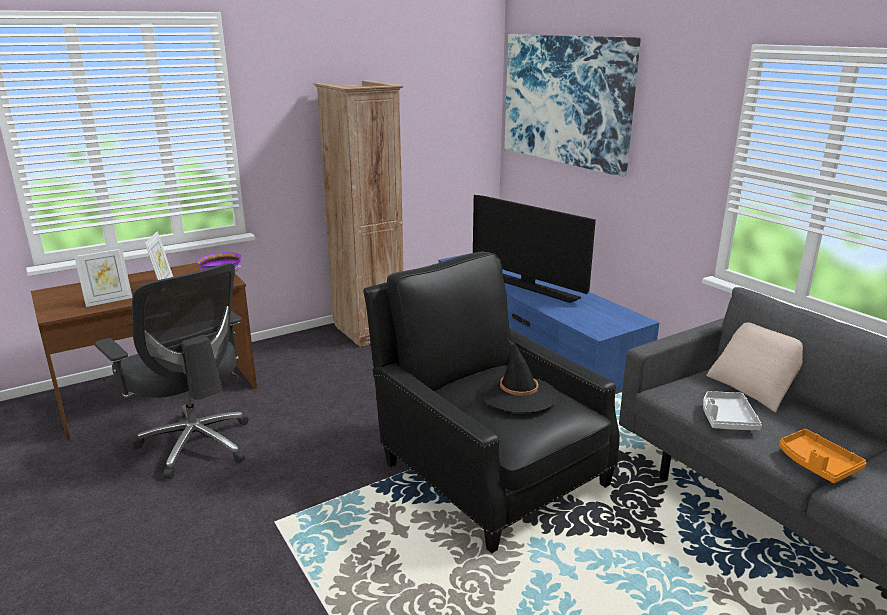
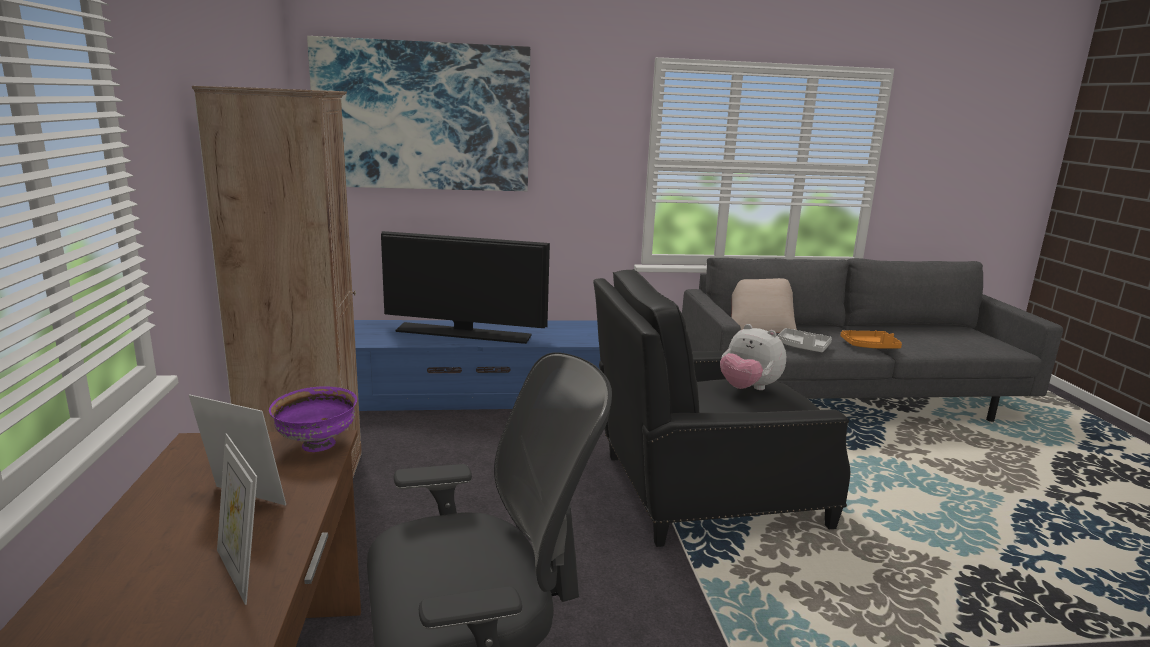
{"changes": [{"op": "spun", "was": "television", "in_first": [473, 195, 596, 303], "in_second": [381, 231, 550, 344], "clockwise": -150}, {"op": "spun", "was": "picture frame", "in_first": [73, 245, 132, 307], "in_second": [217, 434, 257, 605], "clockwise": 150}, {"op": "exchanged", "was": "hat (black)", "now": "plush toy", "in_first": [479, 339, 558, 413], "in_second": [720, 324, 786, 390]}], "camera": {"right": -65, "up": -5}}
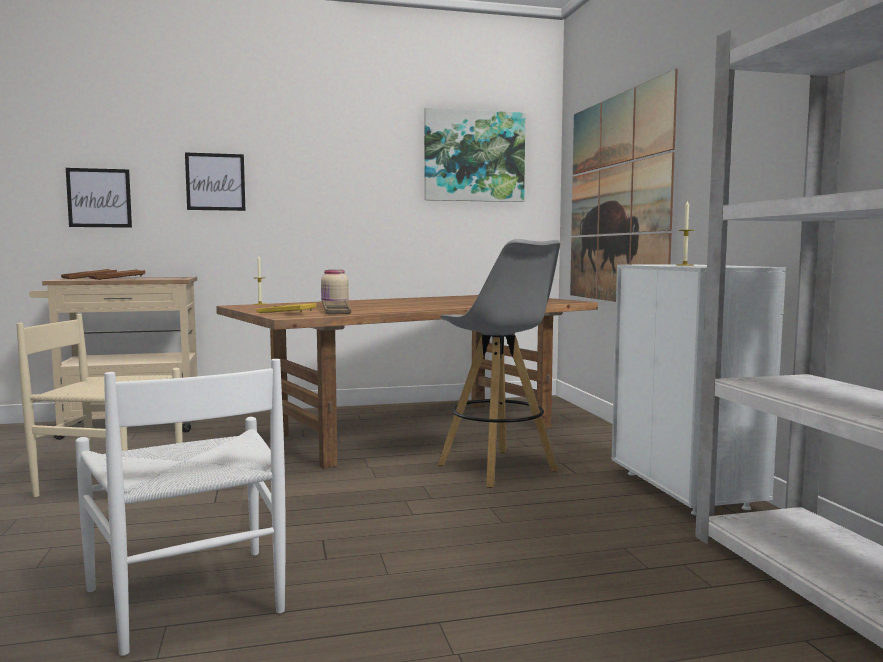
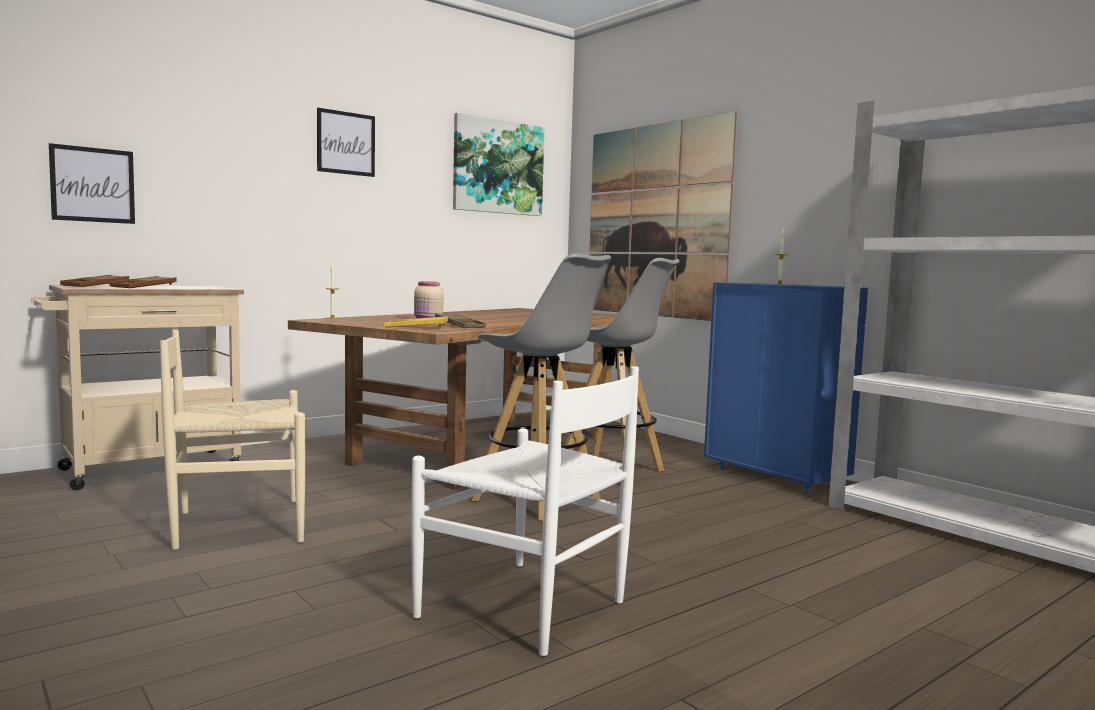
{"changes": [{"op": "relocated", "was": "picture", "in_first": [185, 152, 245, 211], "in_second": [317, 108, 375, 177]}, {"op": "colour", "was": "cabinet (white)", "now": "cabinet (blue)", "in_first": [612, 264, 786, 515], "in_second": [704, 282, 868, 492]}, {"op": "appeared", "now": "stool (grey)", "in_second": [471, 253, 611, 521]}], "camera": {"right": -25, "up": 0}}
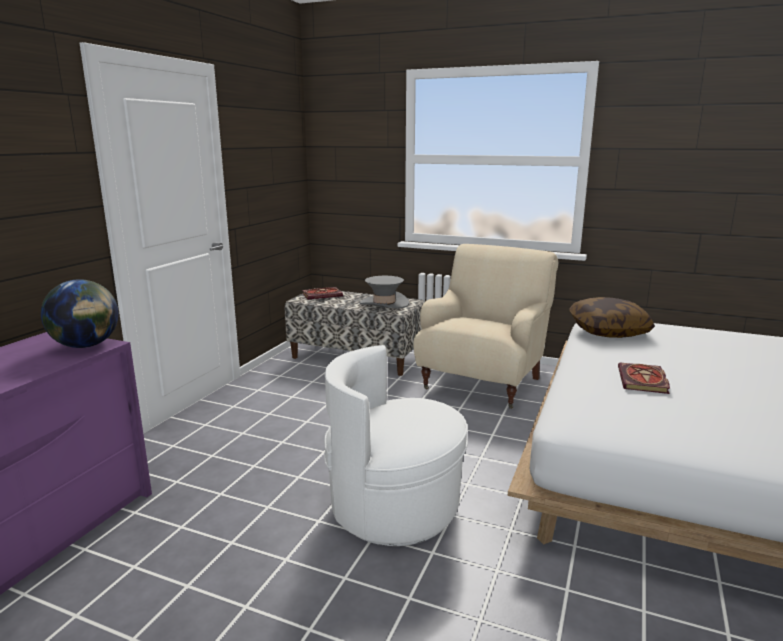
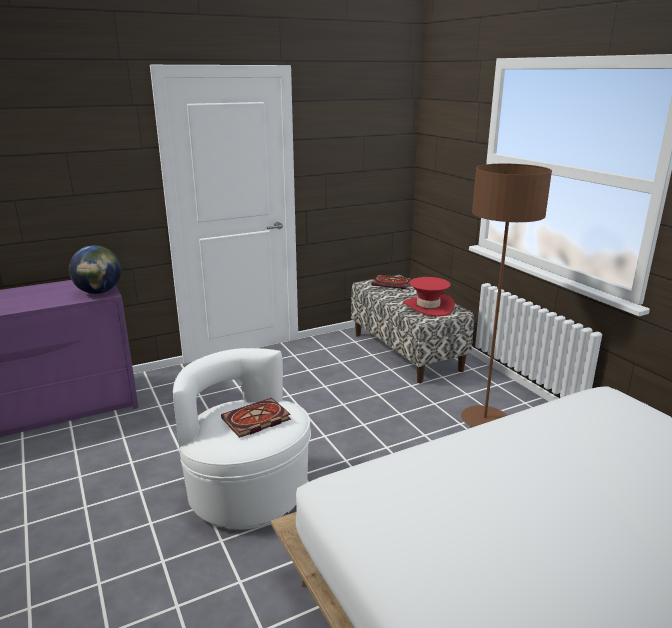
{"changes": [{"op": "exchanged", "was": "armchair (beige)", "now": "floor lamp (brown)", "in_first": [414, 244, 558, 409], "in_second": [461, 164, 552, 427]}, {"op": "colour", "was": "hat (grey)", "now": "hat (red)", "in_first": [360, 276, 409, 309], "in_second": [403, 277, 455, 317]}, {"op": "missing", "was": "pillow", "in_first": [569, 297, 655, 338]}, {"op": "relocated", "was": "book", "in_first": [618, 362, 670, 394], "in_second": [221, 398, 291, 438]}], "camera": {"right": 40, "up": 5}}
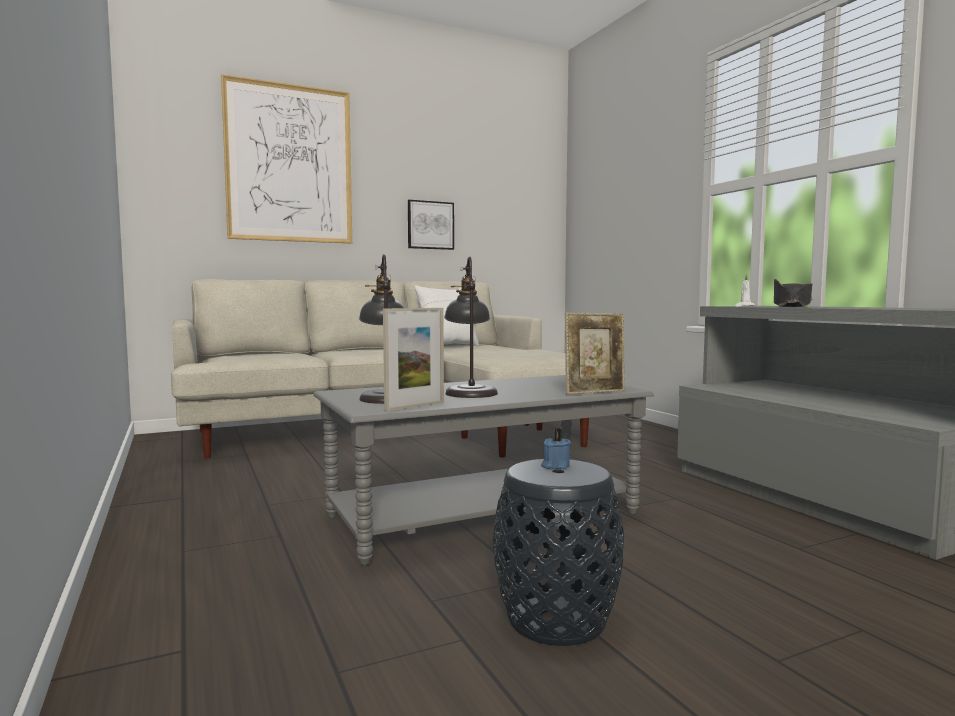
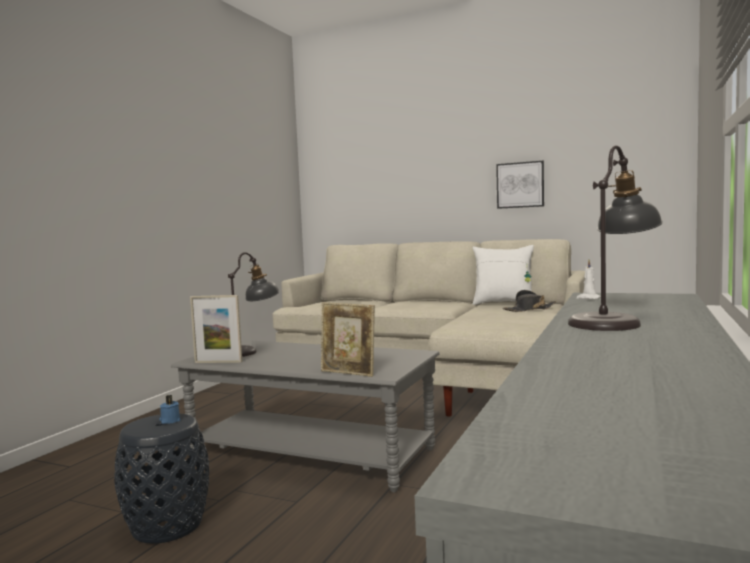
{"changes": [{"op": "missing", "was": "picture", "in_first": [221, 74, 352, 243]}, {"op": "relocated", "was": "table lamp (grey)", "in_first": [444, 256, 498, 398], "in_second": [568, 145, 663, 331]}, {"op": "relocated", "was": "hat (black)", "in_first": [774, 279, 812, 307], "in_second": [503, 290, 556, 312]}], "camera": {"right": 50, "up": 0}}
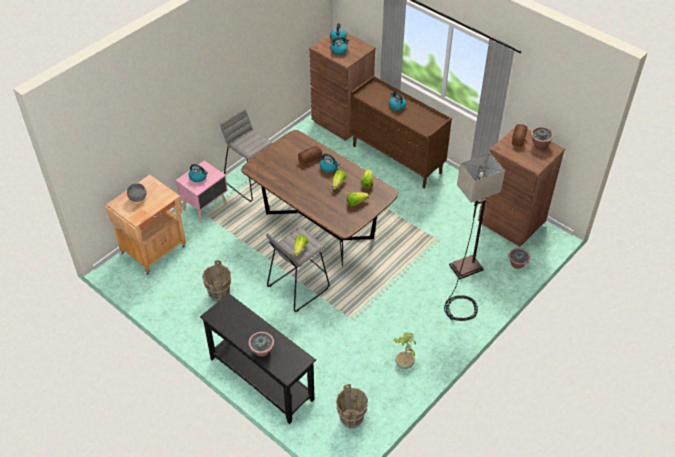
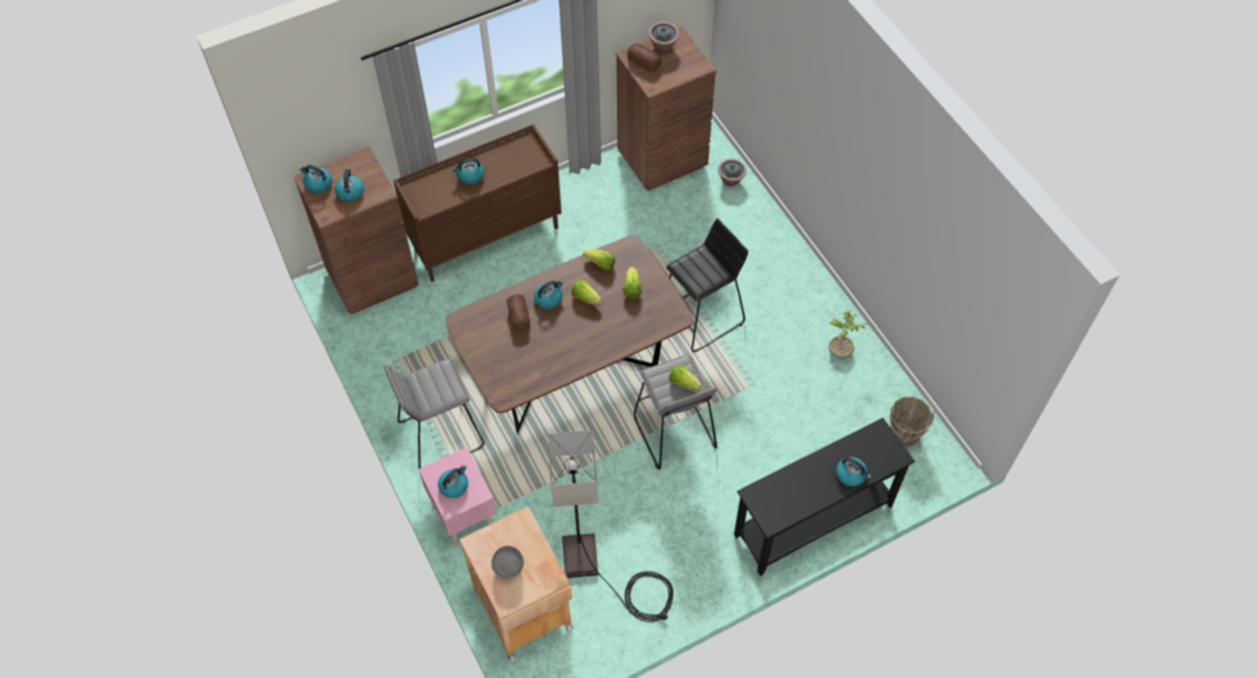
{"changes": [{"op": "relocated", "was": "floor lamp", "in_first": [444, 153, 505, 321], "in_second": [548, 430, 673, 622]}, {"op": "missing", "was": "bucket (brown)", "in_first": [202, 260, 231, 302]}, {"op": "exchanged", "was": "potted plant", "now": "kettle", "in_first": [248, 332, 274, 357], "in_second": [836, 457, 871, 486]}, {"op": "appeared", "now": "stool (black)", "in_second": [666, 218, 748, 352]}], "camera": {"right": -70, "up": 10}}
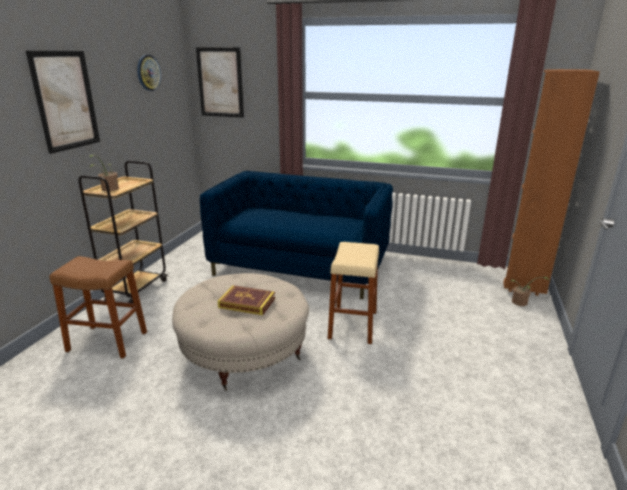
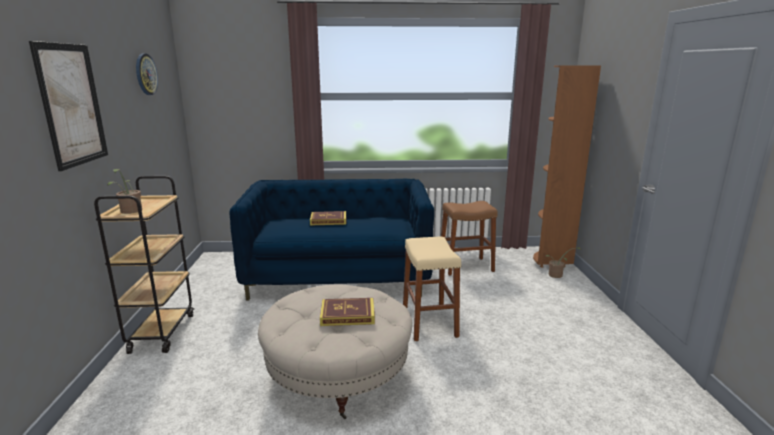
{"changes": [{"op": "missing", "was": "picture", "in_first": [196, 47, 244, 118]}, {"op": "relocated", "was": "stool (brown)", "in_first": [50, 256, 147, 359], "in_second": [441, 201, 498, 276]}, {"op": "appeared", "now": "book", "in_second": [310, 211, 346, 226]}], "camera": {"right": -20, "up": -5}}
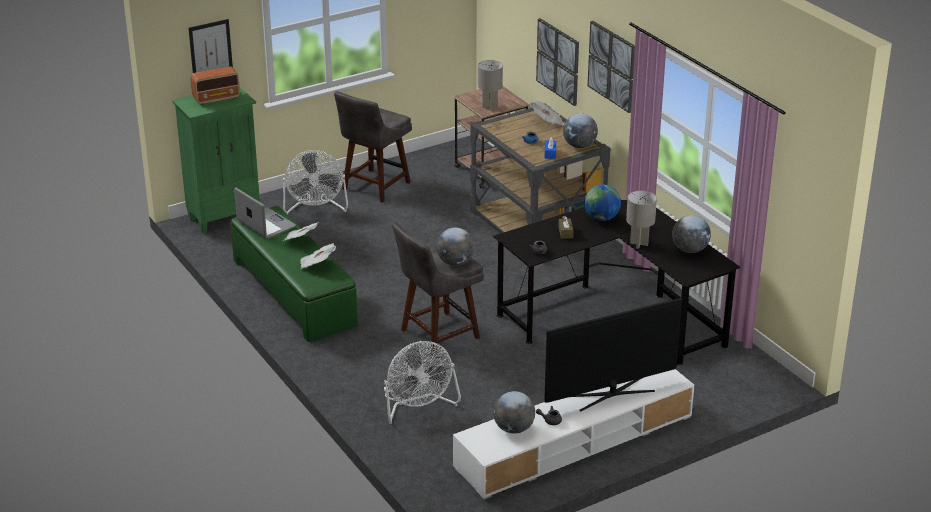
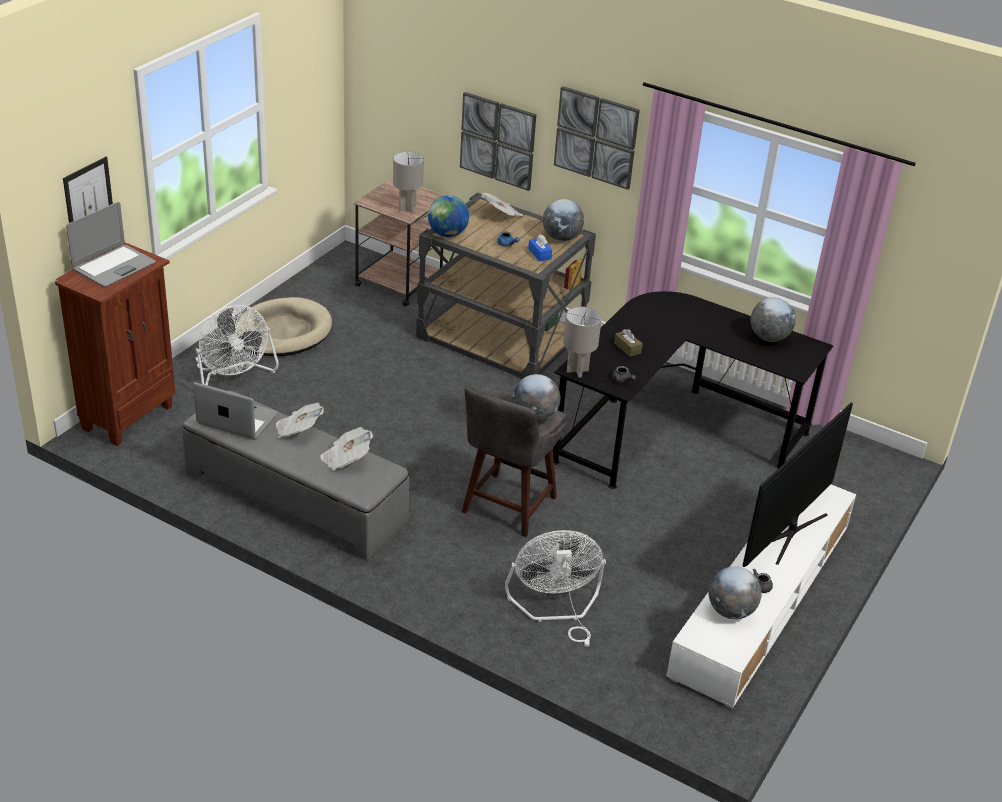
{"changes": [{"op": "exchanged", "was": "radio", "now": "laptop", "in_first": [190, 66, 240, 105], "in_second": [66, 202, 156, 287]}, {"op": "colour", "was": "cabinet (green)", "now": "cabinet (brown)", "in_first": [172, 87, 260, 234], "in_second": [55, 242, 176, 446]}, {"op": "exchanged", "was": "stool (grey)", "now": "dog bed (beige)", "in_first": [334, 91, 412, 203], "in_second": [236, 297, 332, 356]}, {"op": "relocated", "was": "globe", "in_first": [584, 184, 621, 221], "in_second": [428, 195, 469, 237]}, {"op": "relocated", "was": "table lamp (grey)", "in_first": [626, 190, 657, 249], "in_second": [563, 307, 602, 377]}, {"op": "colour", "was": "bench (green)", "now": "bench (grey)", "in_first": [231, 206, 358, 342], "in_second": [182, 390, 409, 561]}, {"op": "spun", "was": "fan (white)", "in_first": [384, 341, 461, 424], "in_second": [505, 530, 606, 647], "clockwise": -135}], "camera": {"right": -30, "up": 5}}
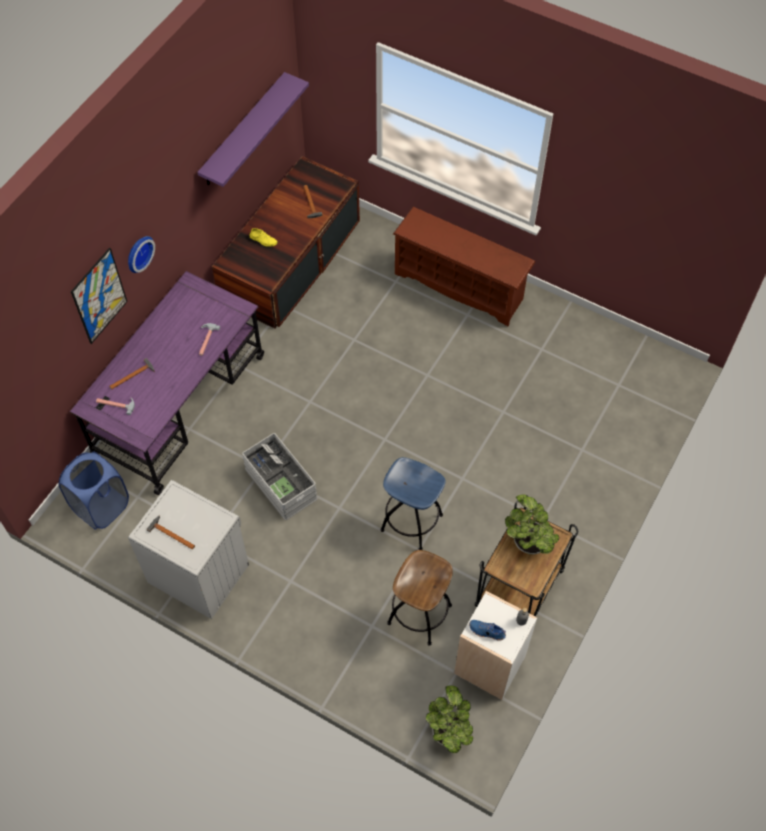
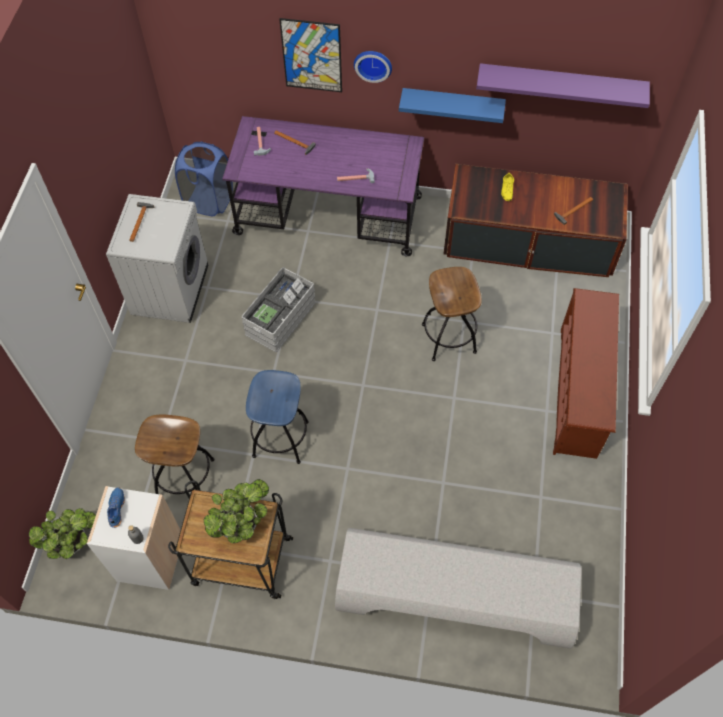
{"changes": [{"op": "appeared", "now": "shelf (blue)", "in_second": [399, 88, 506, 123]}, {"op": "appeared", "now": "stool (brown)", "in_second": [422, 267, 482, 361]}, {"op": "appeared", "now": "bench (grey)", "in_second": [335, 528, 582, 649]}], "camera": {"right": 70, "up": 0}}
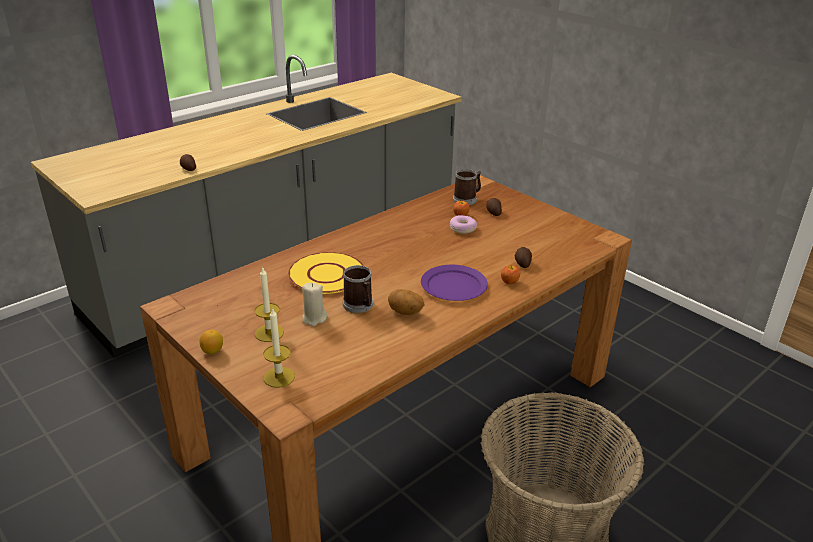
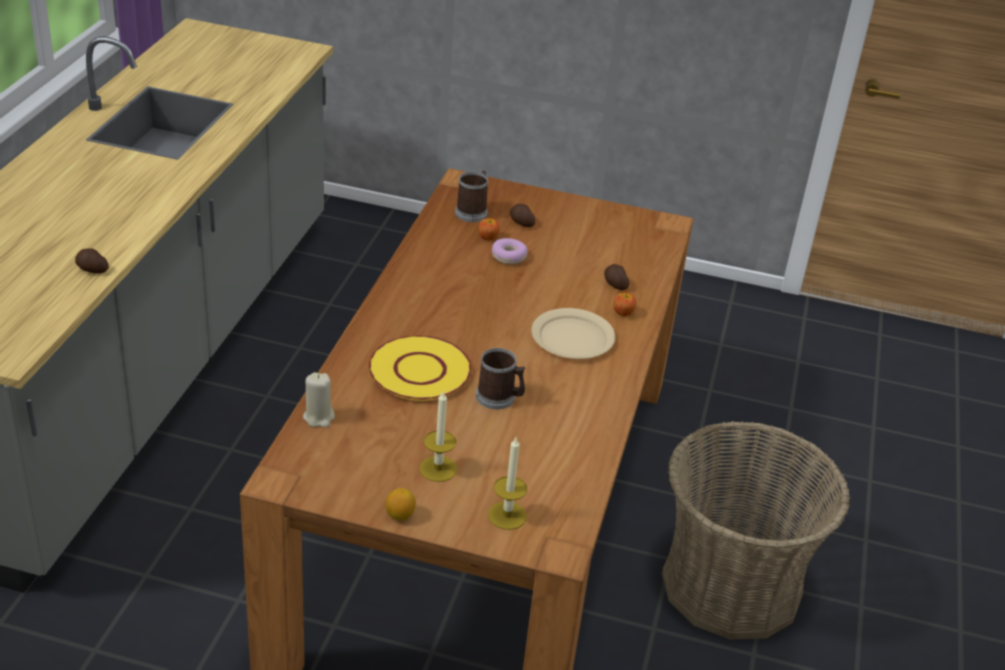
{"changes": [{"op": "colour", "was": "plate (purple)", "now": "plate (beige)", "in_first": [421, 265, 488, 301], "in_second": [531, 308, 616, 359]}, {"op": "relocated", "was": "candle (beige)", "in_first": [302, 282, 327, 327], "in_second": [303, 372, 335, 427]}, {"op": "missing", "was": "potato", "in_first": [388, 289, 425, 315]}], "camera": {"right": -35, "up": 5}}
